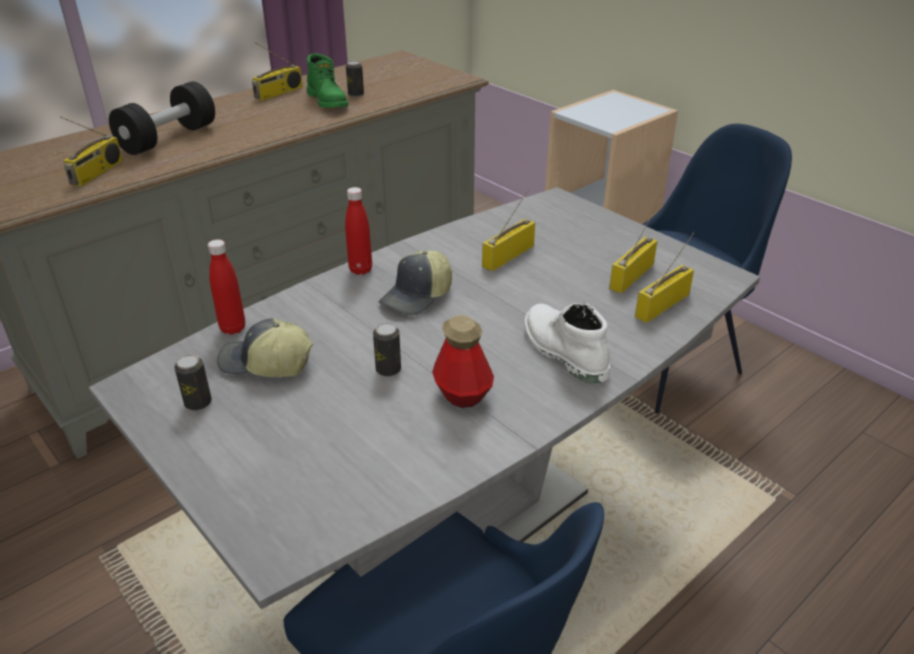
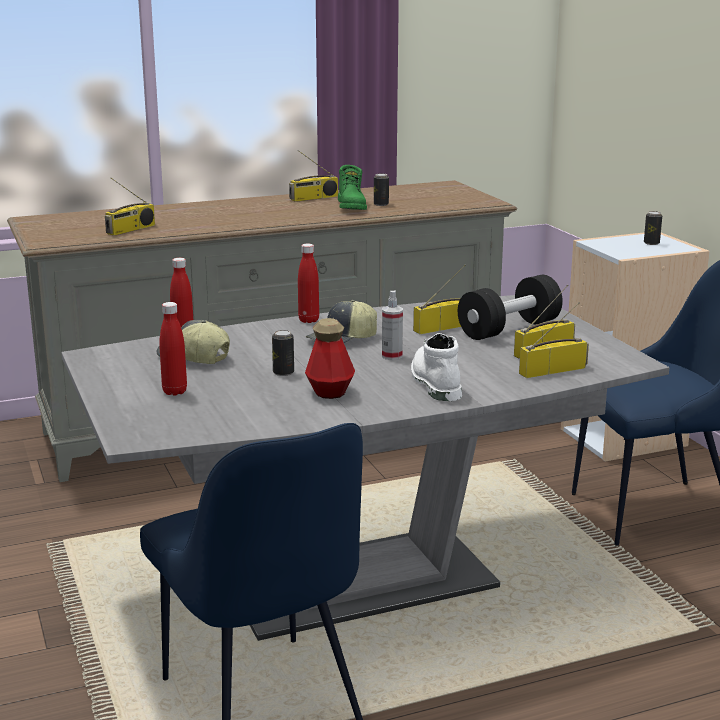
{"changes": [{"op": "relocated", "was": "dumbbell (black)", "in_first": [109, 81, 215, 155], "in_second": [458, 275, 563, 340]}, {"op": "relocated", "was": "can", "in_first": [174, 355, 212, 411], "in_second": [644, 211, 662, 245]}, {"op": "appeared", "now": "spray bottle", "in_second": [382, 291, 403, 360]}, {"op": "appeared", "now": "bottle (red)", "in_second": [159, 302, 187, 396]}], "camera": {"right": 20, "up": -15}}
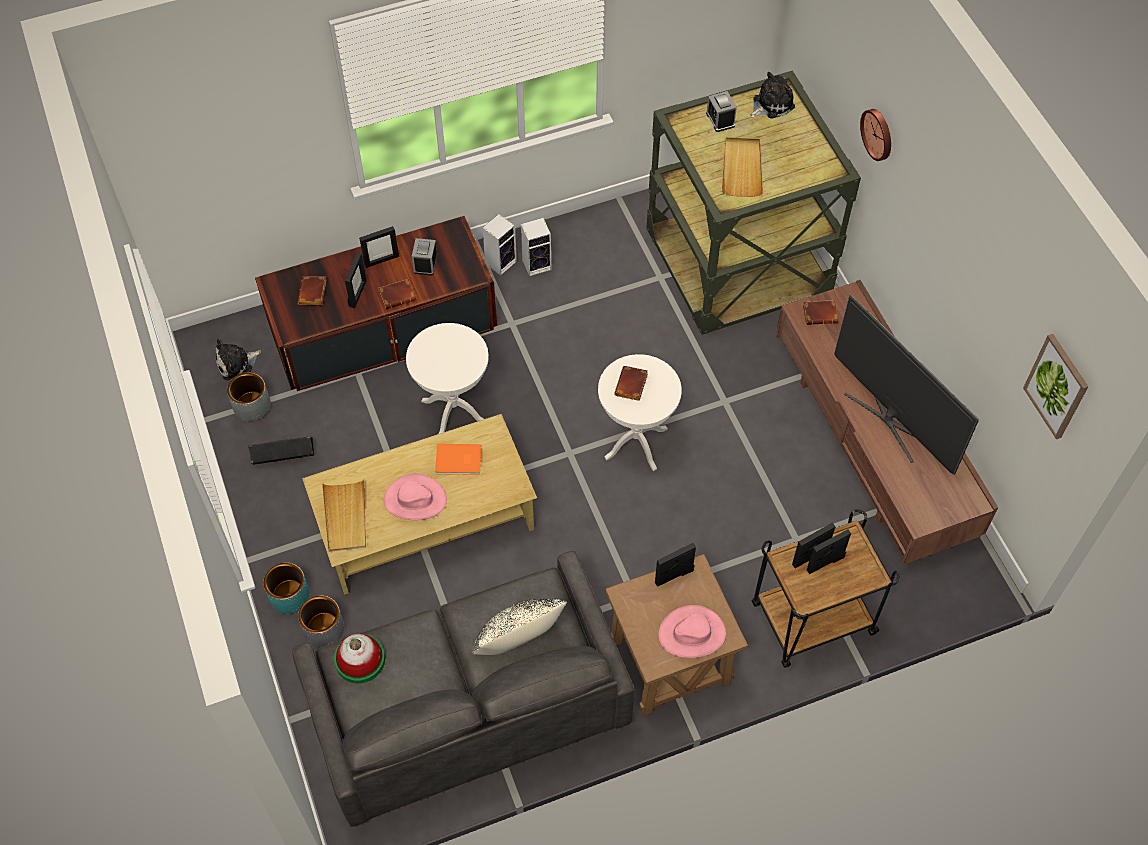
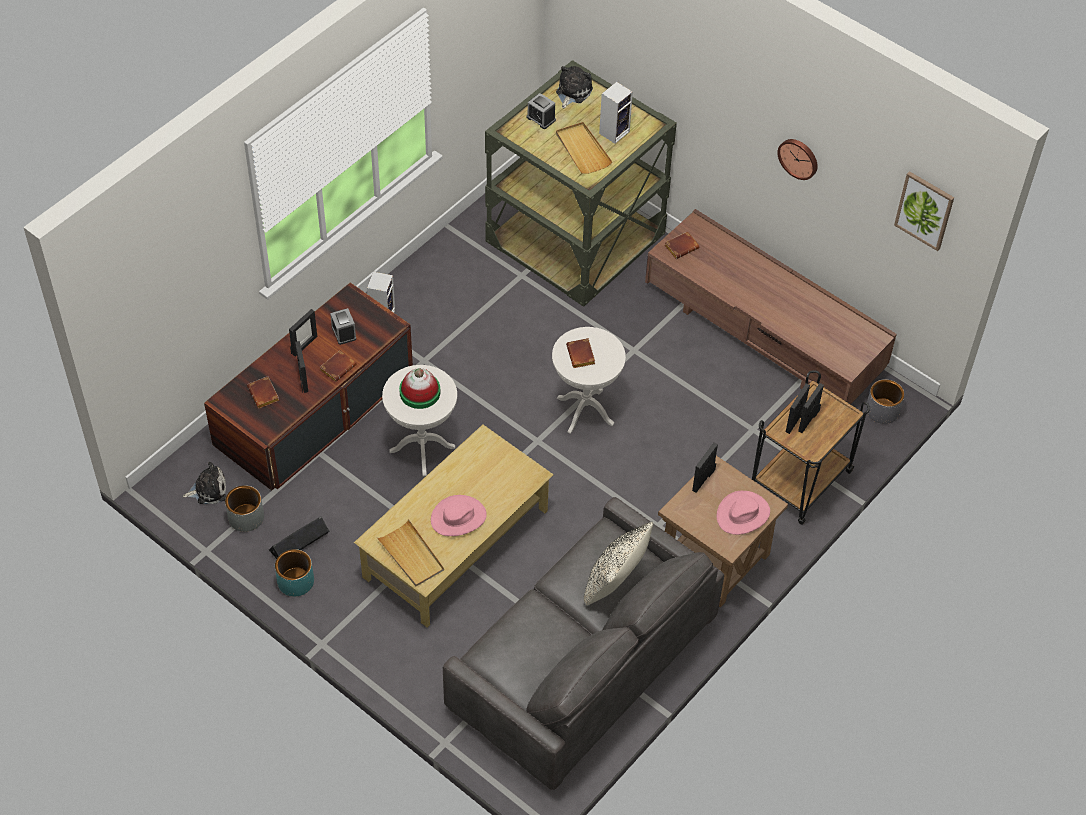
{"changes": [{"op": "relocated", "was": "wall clock", "in_first": [860, 109, 891, 161], "in_second": [777, 139, 818, 180]}, {"op": "relocated", "was": "speaker", "in_first": [521, 218, 552, 276], "in_second": [599, 82, 633, 144]}, {"op": "missing", "was": "television", "in_first": [834, 295, 979, 475]}, {"op": "spun", "was": "plush toy", "in_first": [215, 339, 261, 381], "in_second": [183, 462, 226, 504], "clockwise": -135}, {"op": "missing", "was": "book (orange)", "in_first": [435, 444, 481, 475]}, {"op": "relocated", "was": "planter (turquoise)", "in_first": [263, 563, 310, 614], "in_second": [275, 549, 314, 597]}, {"op": "relocated", "was": "planter (grey)", "in_first": [298, 595, 344, 647], "in_second": [866, 379, 904, 424]}, {"op": "relocated", "was": "hat", "in_first": [334, 633, 385, 683], "in_second": [399, 368, 441, 409]}], "camera": {"right": -30, "up": -5}}
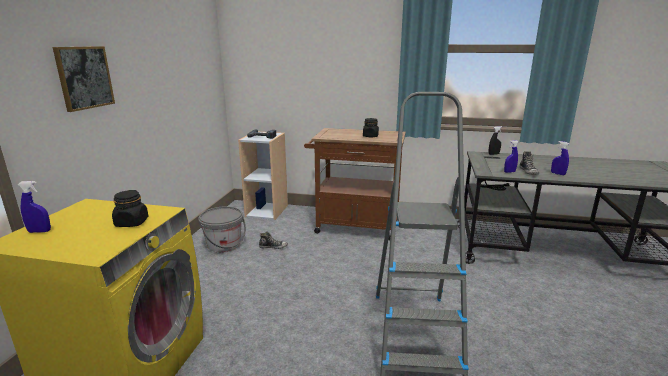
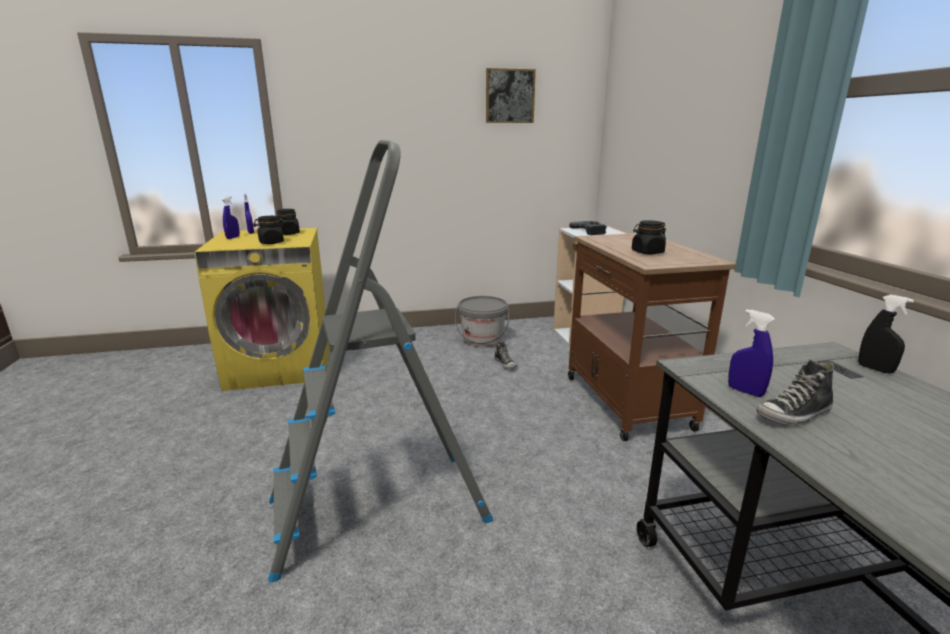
{"changes": [{"op": "relocated", "was": "picture", "in_first": [53, 46, 115, 112], "in_second": [486, 68, 536, 123]}, {"op": "relocated", "was": "spray bottle (blue)", "in_first": [551, 141, 569, 175], "in_second": [222, 196, 240, 239]}, {"op": "appeared", "now": "jar (black)", "in_second": [276, 209, 300, 235]}], "camera": {"right": 65, "up": 0}}
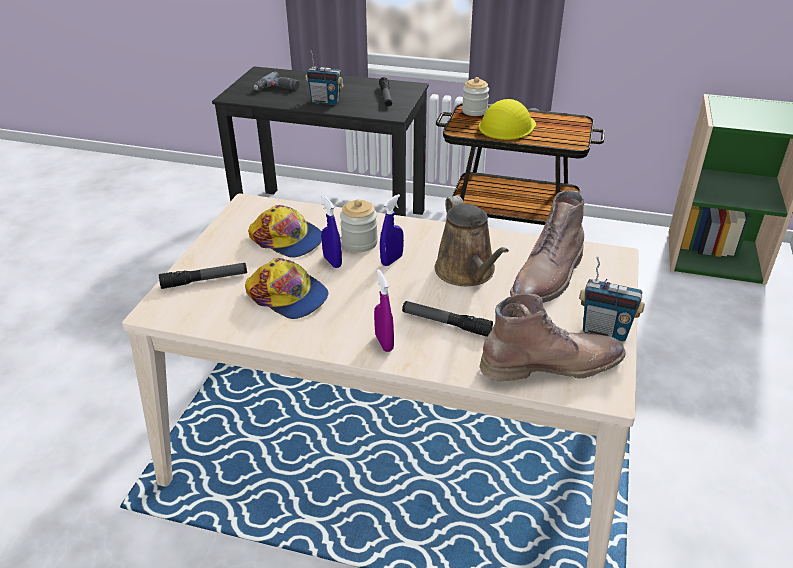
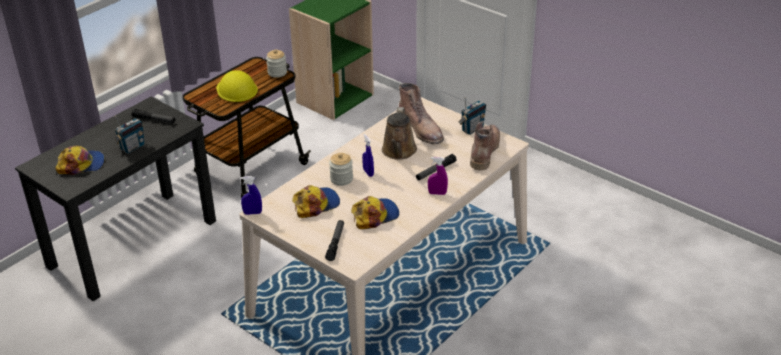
{"changes": [{"op": "exchanged", "was": "power drill", "now": "cap", "in_first": [253, 72, 300, 91], "in_second": [55, 146, 105, 175]}, {"op": "relocated", "was": "jar", "in_first": [462, 77, 489, 116], "in_second": [266, 50, 287, 78]}, {"op": "relocated", "was": "spray bottle (blue)", "in_first": [321, 195, 342, 268], "in_second": [241, 176, 262, 215]}, {"op": "spun", "was": "watering can (brown)", "in_first": [435, 195, 509, 286], "in_second": [382, 107, 417, 160], "clockwise": 90}], "camera": {"right": -65, "up": 0}}
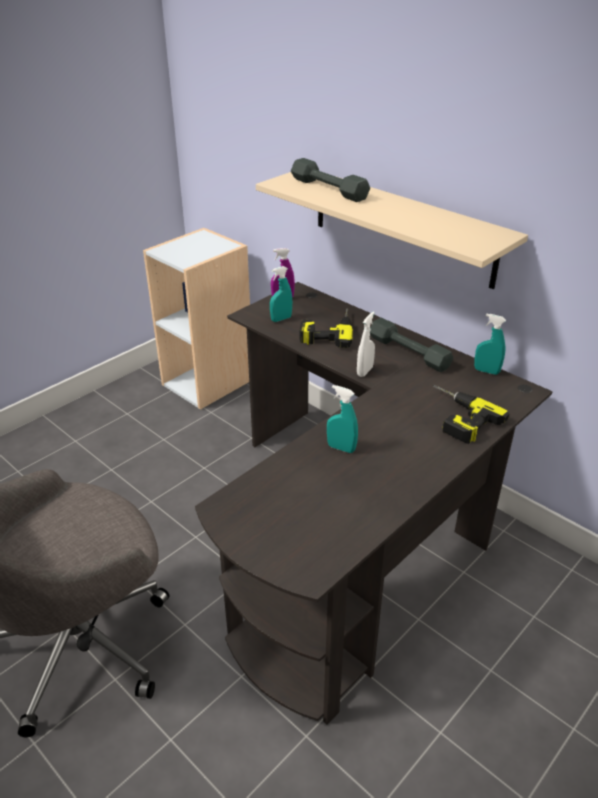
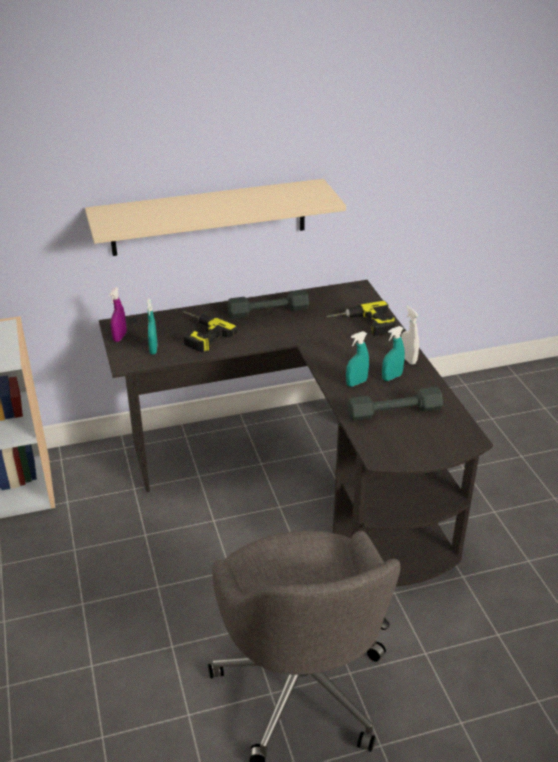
{"changes": [{"op": "relocated", "was": "dumbbell (grey)", "in_first": [291, 158, 370, 202], "in_second": [347, 387, 443, 421]}, {"op": "relocated", "was": "spray bottle (white)", "in_first": [357, 312, 375, 377], "in_second": [401, 306, 419, 365]}, {"op": "relocated", "was": "spray bottle (turquoise)", "in_first": [474, 313, 506, 375], "in_second": [382, 326, 405, 381]}], "camera": {"right": -60, "up": 0}}
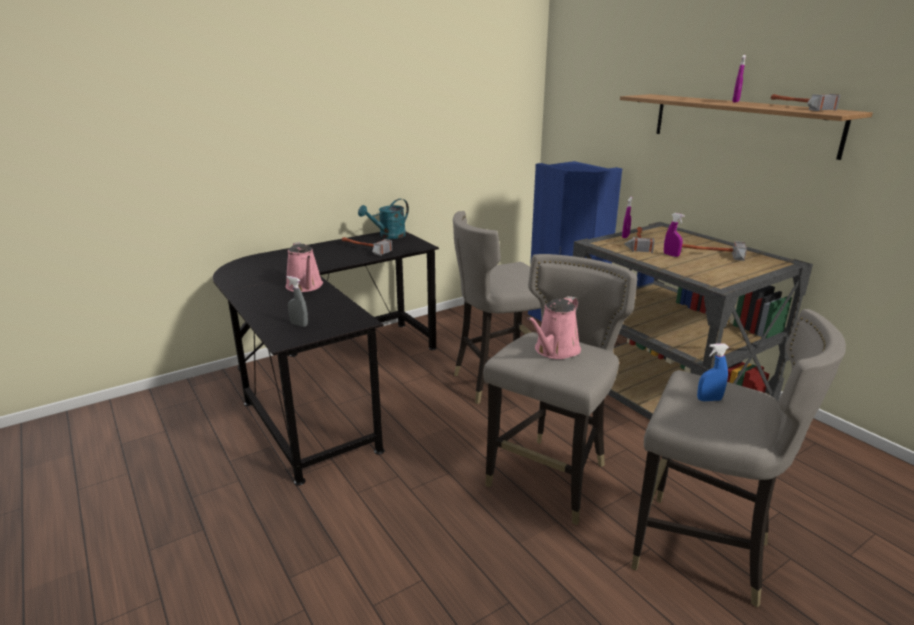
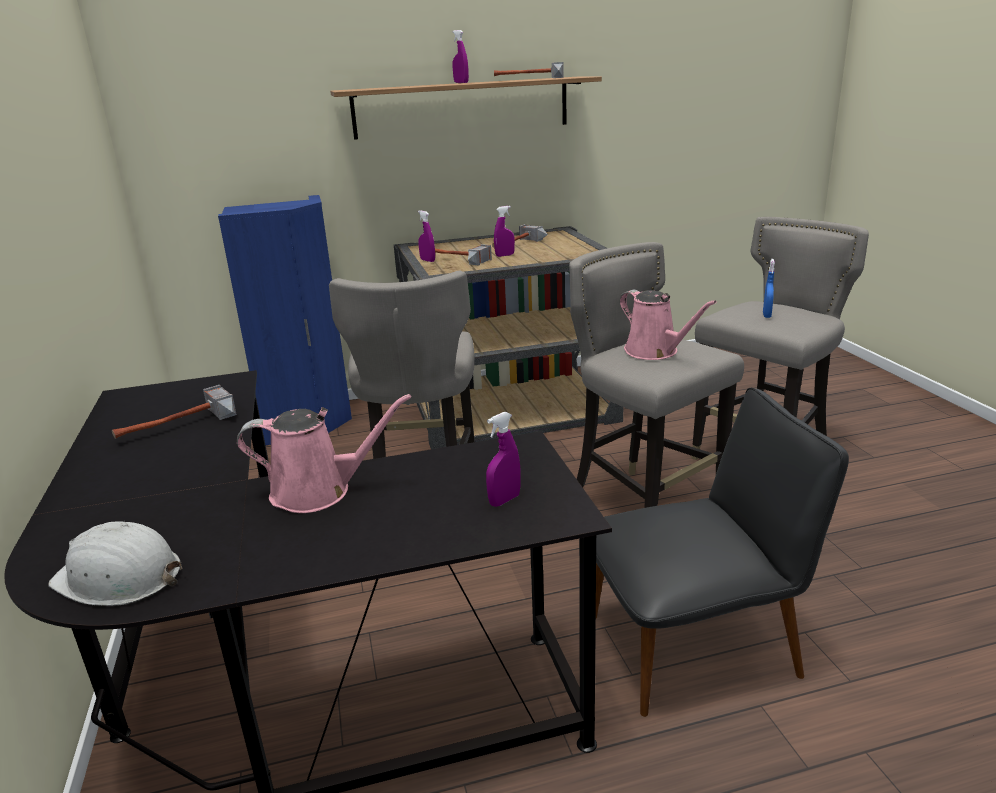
{"changes": [{"op": "missing", "was": "watering can (turquoise)", "in_first": [358, 199, 409, 239]}, {"op": "colour", "was": "spray bottle (grey)", "now": "spray bottle (purple)", "in_first": [286, 276, 308, 327], "in_second": [486, 412, 521, 507]}, {"op": "appeared", "now": "chair (black)", "in_second": [596, 388, 849, 717]}, {"op": "appeared", "now": "hard hat (white)", "in_second": [48, 521, 183, 606]}], "camera": {"right": -70, "up": 0}}
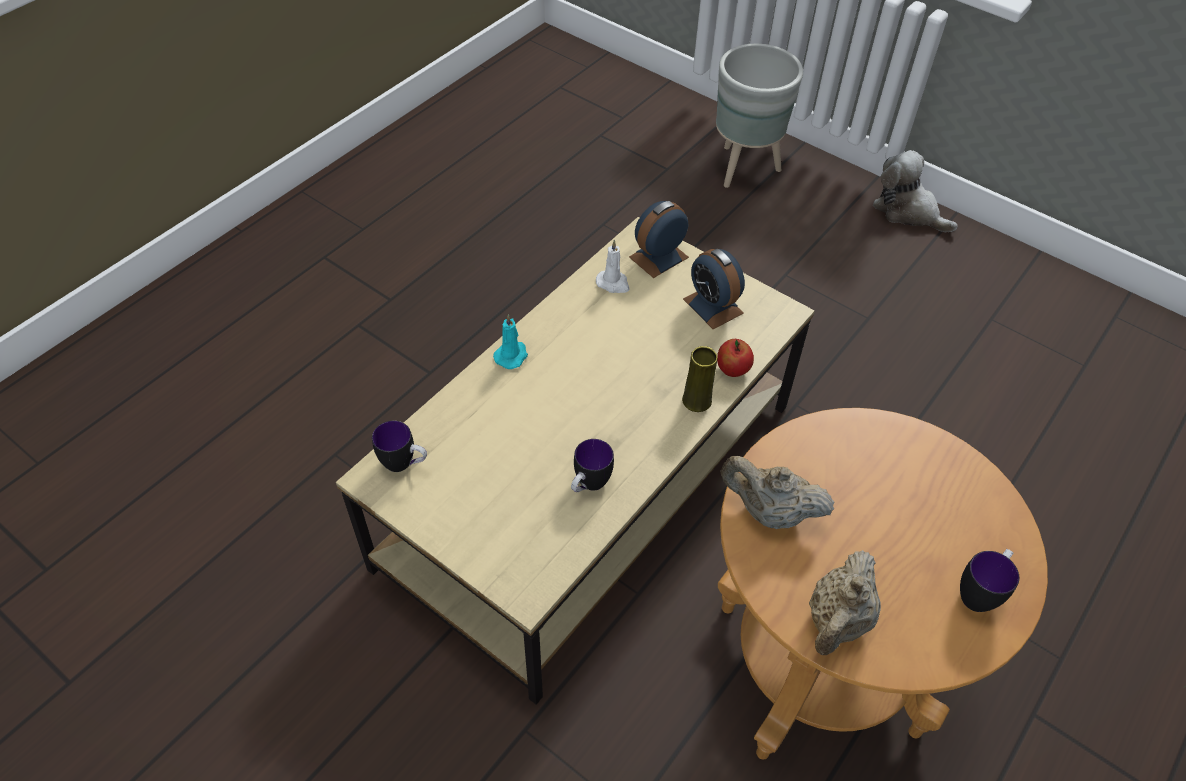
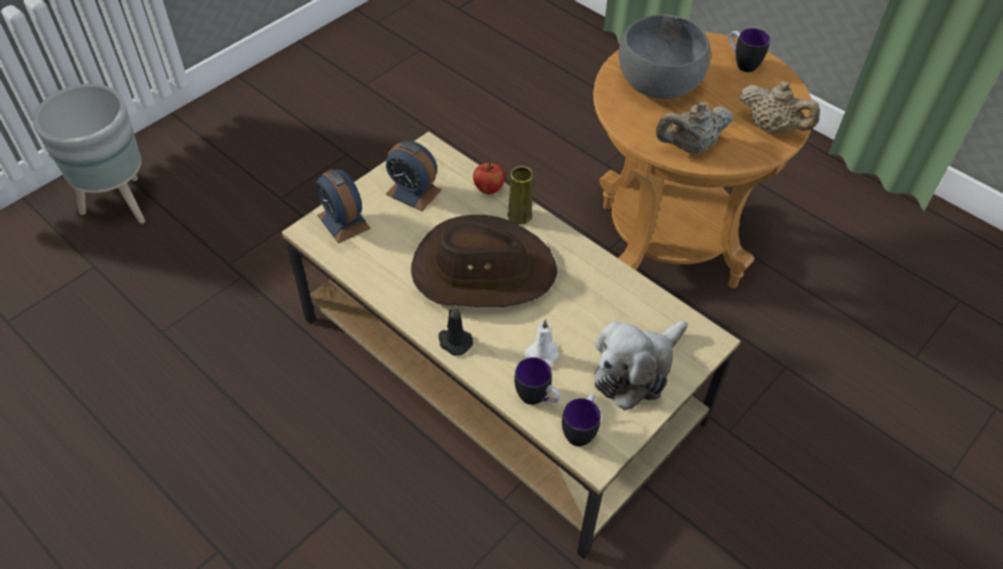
{"changes": [{"op": "relocated", "was": "plush toy", "in_first": [873, 150, 958, 232], "in_second": [594, 320, 687, 411]}, {"op": "relocated", "was": "candle (white)", "in_first": [596, 240, 630, 293], "in_second": [525, 319, 559, 367]}, {"op": "spun", "was": "alarm clock", "in_first": [683, 249, 745, 329], "in_second": [385, 141, 442, 211], "clockwise": 60}, {"op": "colour", "was": "candle (turquoise)", "now": "candle (black)", "in_first": [493, 314, 528, 369], "in_second": [438, 306, 473, 356]}, {"op": "relocated", "was": "mug", "in_first": [571, 439, 614, 492], "in_second": [514, 357, 561, 405]}, {"op": "spun", "was": "teapot (beige)", "in_first": [721, 456, 834, 529], "in_second": [656, 102, 733, 153], "clockwise": 45}, {"op": "appeared", "now": "bowl (grey)", "in_second": [619, 14, 711, 99]}, {"op": "appeared", "now": "hat (brown)", "in_second": [411, 215, 558, 307]}], "camera": {"right": -85, "up": 0}}
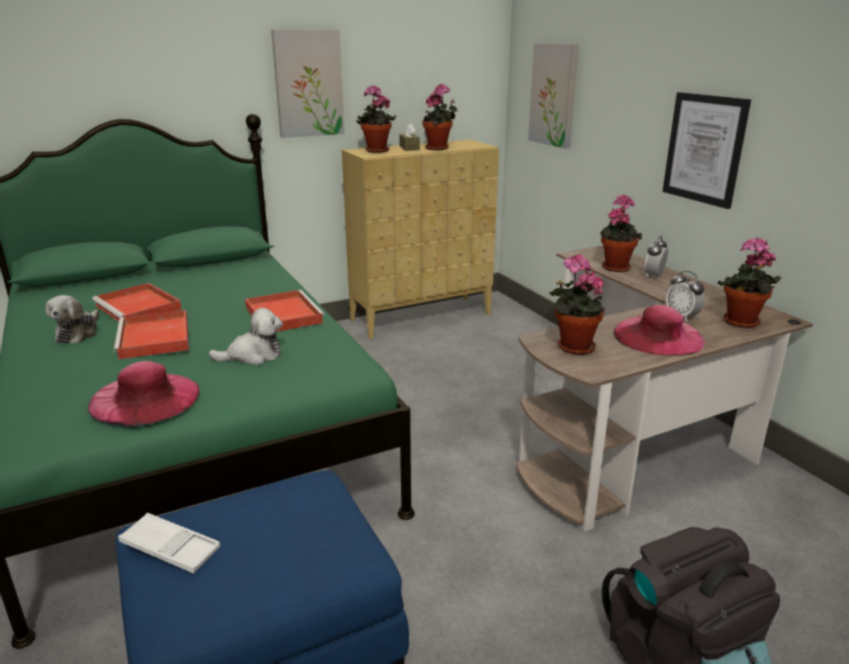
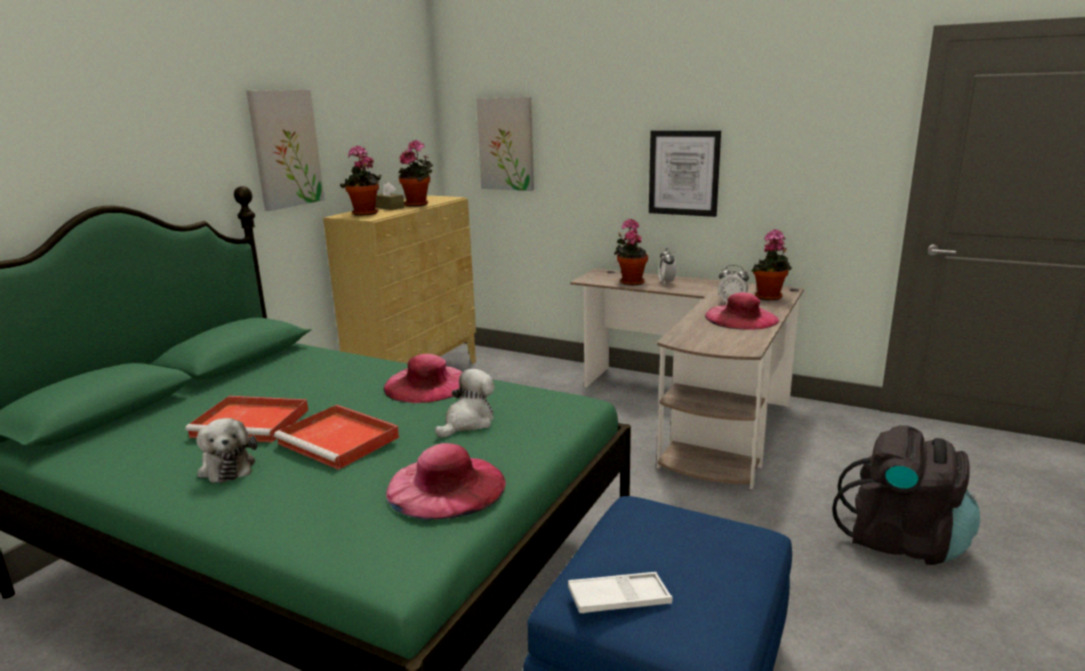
{"changes": [{"op": "missing", "was": "potted plant", "in_first": [549, 254, 605, 355]}, {"op": "exchanged", "was": "tray (red)", "now": "hat (pink)", "in_first": [245, 290, 325, 332], "in_second": [383, 354, 462, 403]}], "camera": {"right": -35, "up": -5}}
